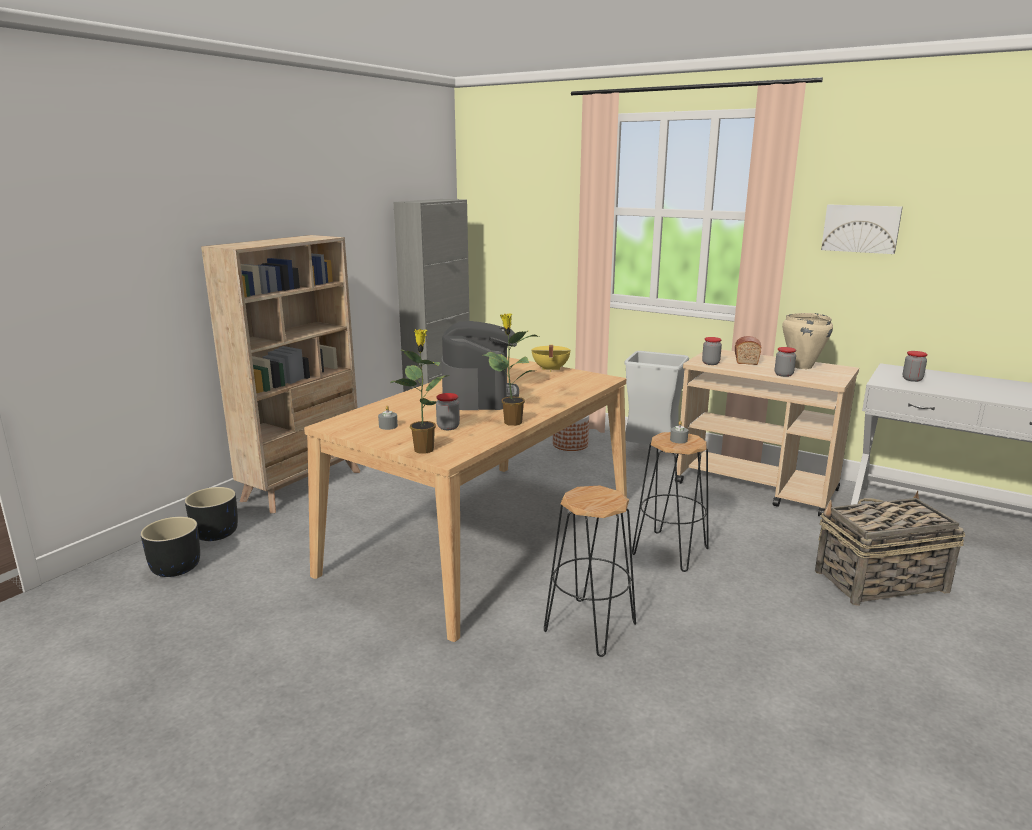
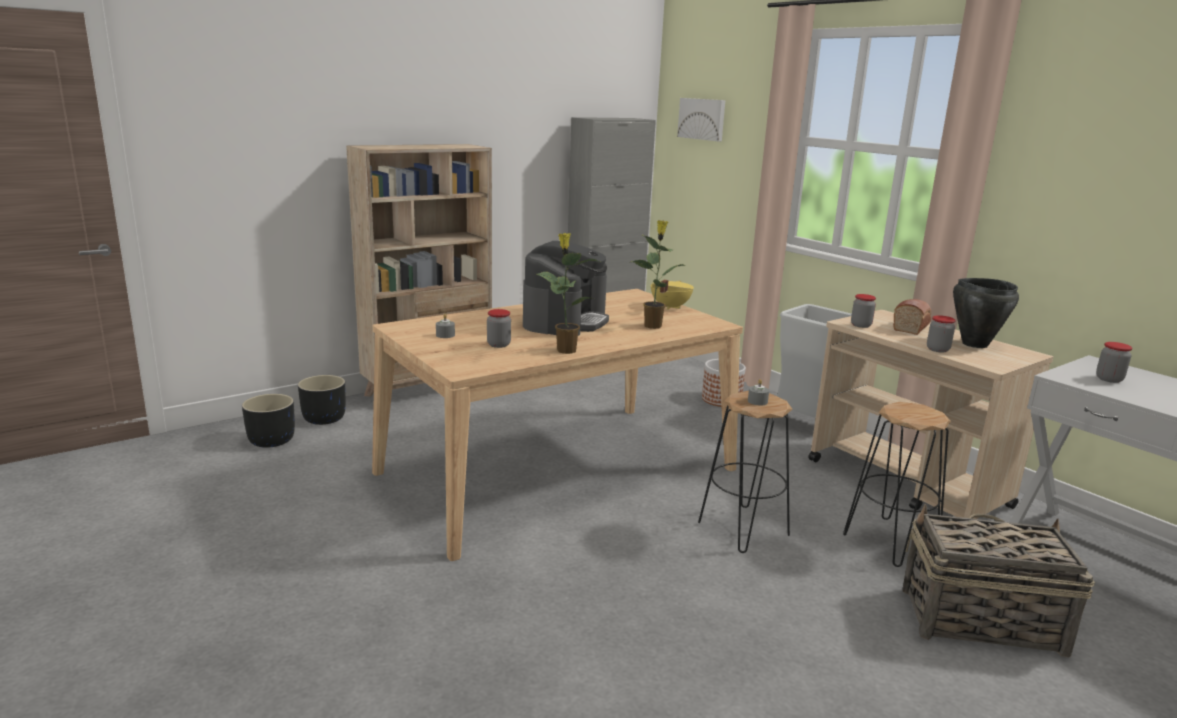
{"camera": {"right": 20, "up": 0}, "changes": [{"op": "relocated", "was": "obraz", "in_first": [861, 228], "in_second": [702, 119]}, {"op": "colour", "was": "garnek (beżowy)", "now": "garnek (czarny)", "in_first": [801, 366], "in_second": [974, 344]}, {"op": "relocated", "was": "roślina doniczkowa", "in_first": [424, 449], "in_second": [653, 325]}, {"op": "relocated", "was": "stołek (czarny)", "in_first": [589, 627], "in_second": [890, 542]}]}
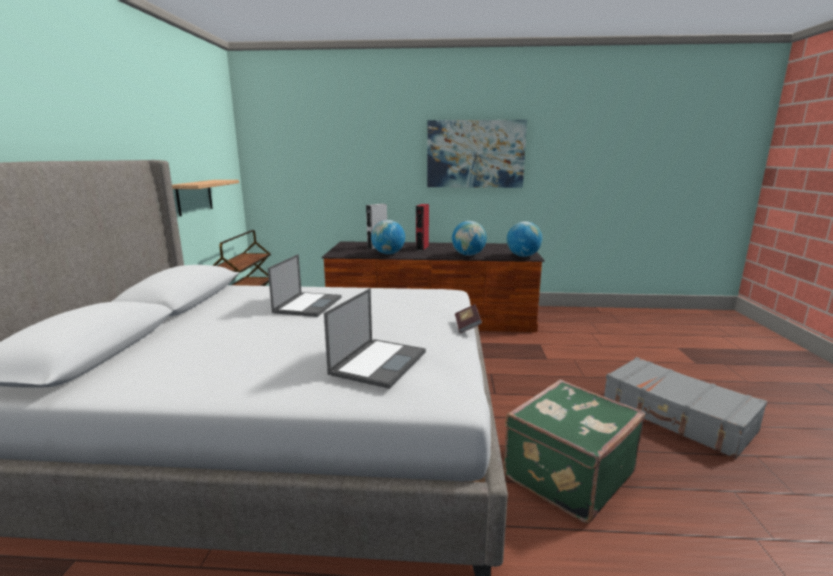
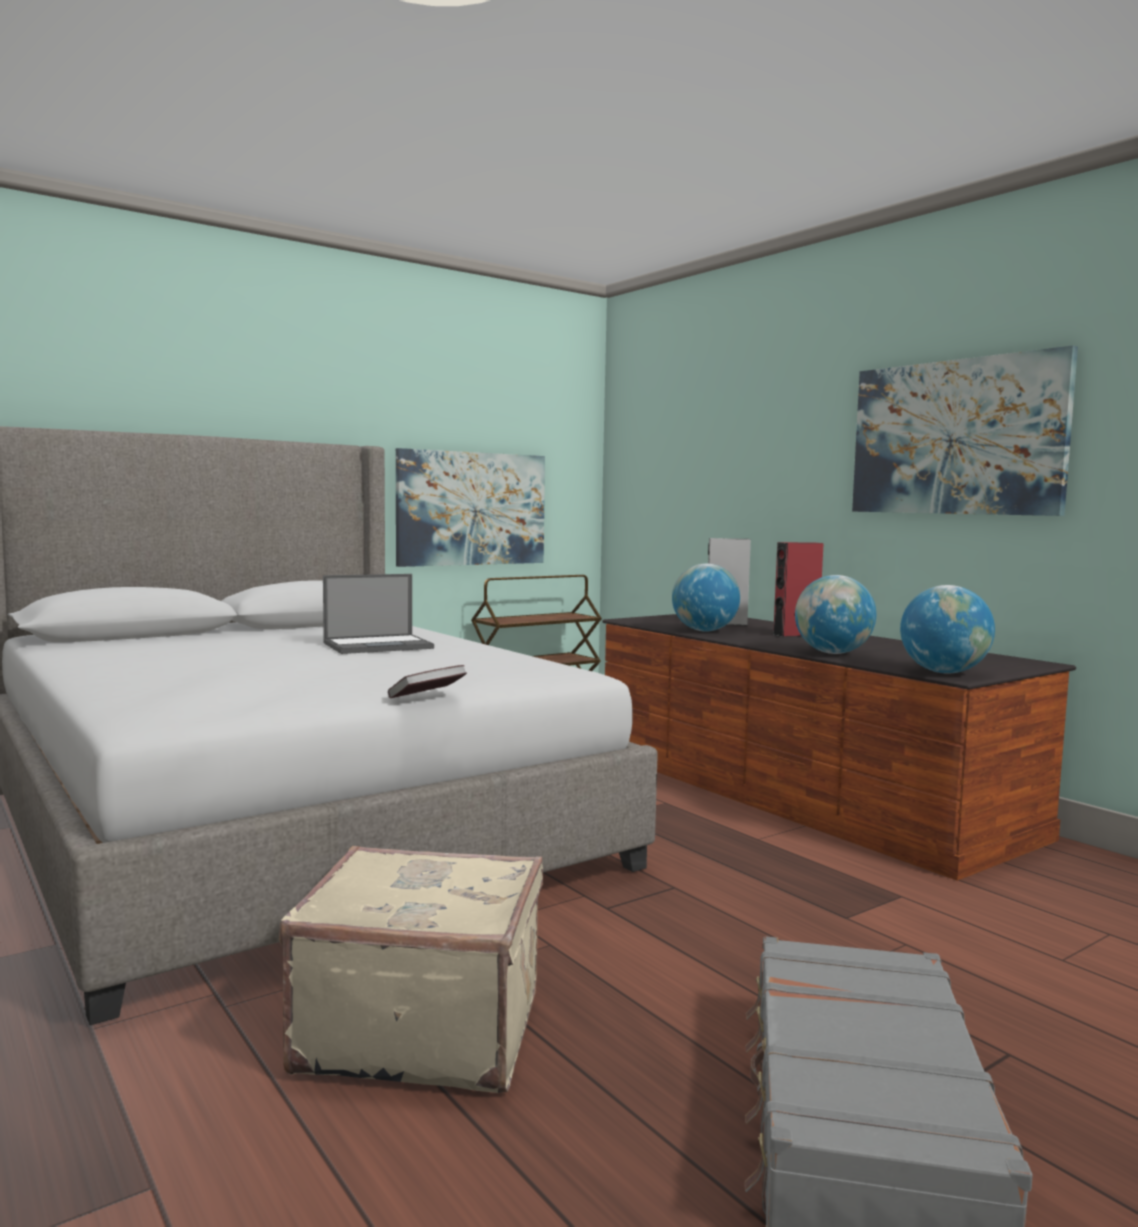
{"camera": {"right": 50, "up": -10}, "changes": [{"op": "exchanged", "was": "półka", "now": "obraz", "in_first": [194, 197], "in_second": [471, 508]}, {"op": "missing", "was": "laptop", "in_first": [379, 362]}, {"op": "colour", "was": "walizka (zielony)", "now": "walizka (beżowy)", "in_first": [566, 474], "in_second": [421, 1028]}]}
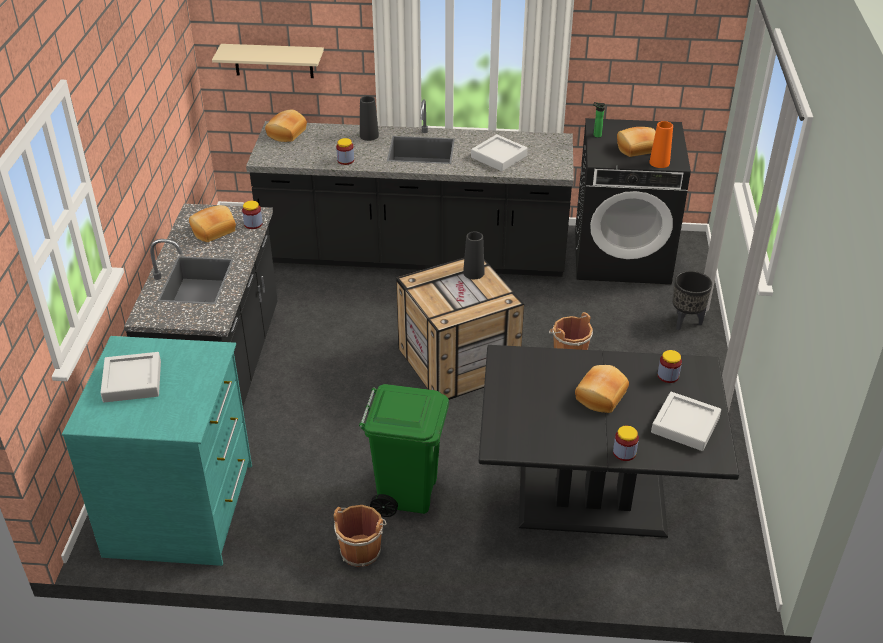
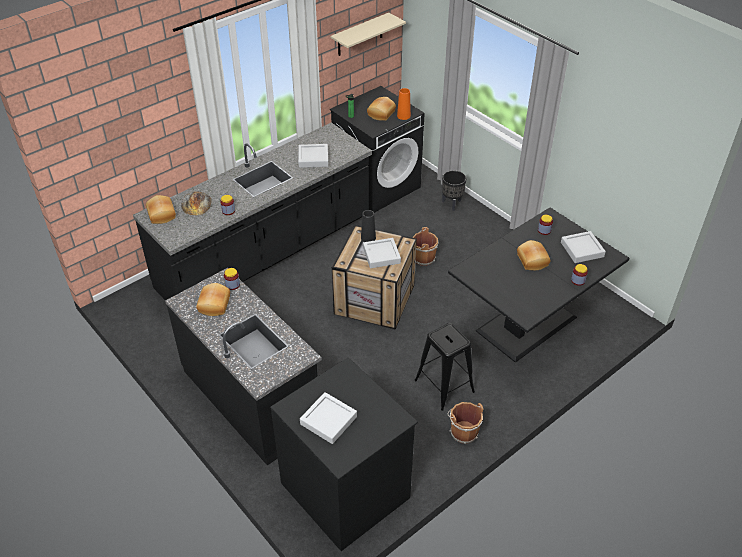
{"camera": {"right": -45, "up": 5}, "changes": [{"op": "relocated", "was": "półka (beżowy)", "in_first": [273, 61], "in_second": [360, 35]}, {"op": "missing", "was": "wazon (czarny)", "in_first": [369, 135]}, {"op": "colour", "was": "komoda (turkusowy)", "now": "komoda (czarny)", "in_first": [182, 510], "in_second": [346, 489]}, {"op": "exchanged", "was": "kosz na śmieci (zielony)", "now": "stołek (czarny)", "in_first": [407, 493], "in_second": [444, 386]}, {"op": "appeared", "now": "chleb", "in_second": [196, 203]}, {"op": "appeared", "now": "taca (szary)", "in_second": [381, 255]}]}
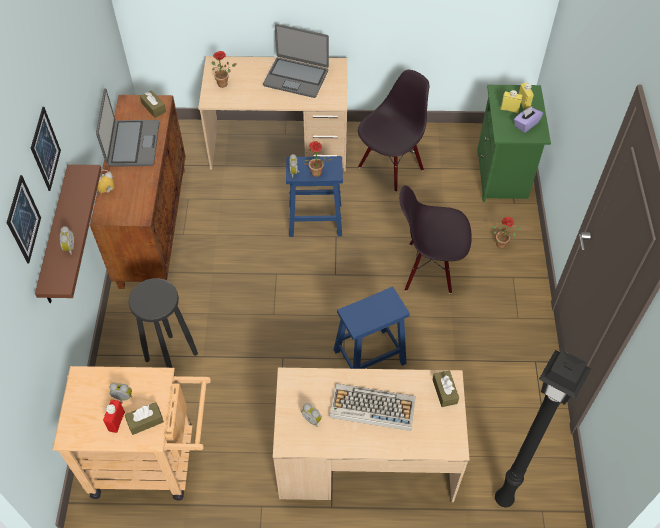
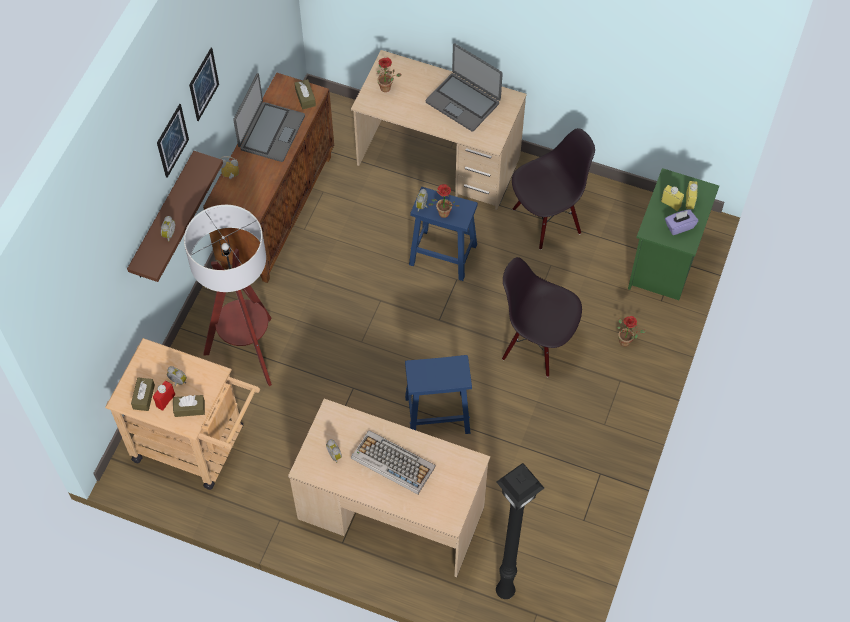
{"camera": {"right": 20, "up": 5}, "changes": [{"op": "relocated", "was": "obraz", "in_first": [23, 219], "in_second": [203, 84]}, {"op": "exchanged", "was": "stołek (czarny)", "now": "lampa stojąca", "in_first": [171, 356], "in_second": [248, 352]}, {"op": "relocated", "was": "pudełko chusteczek (brązowy)", "in_first": [444, 391], "in_second": [144, 397]}]}
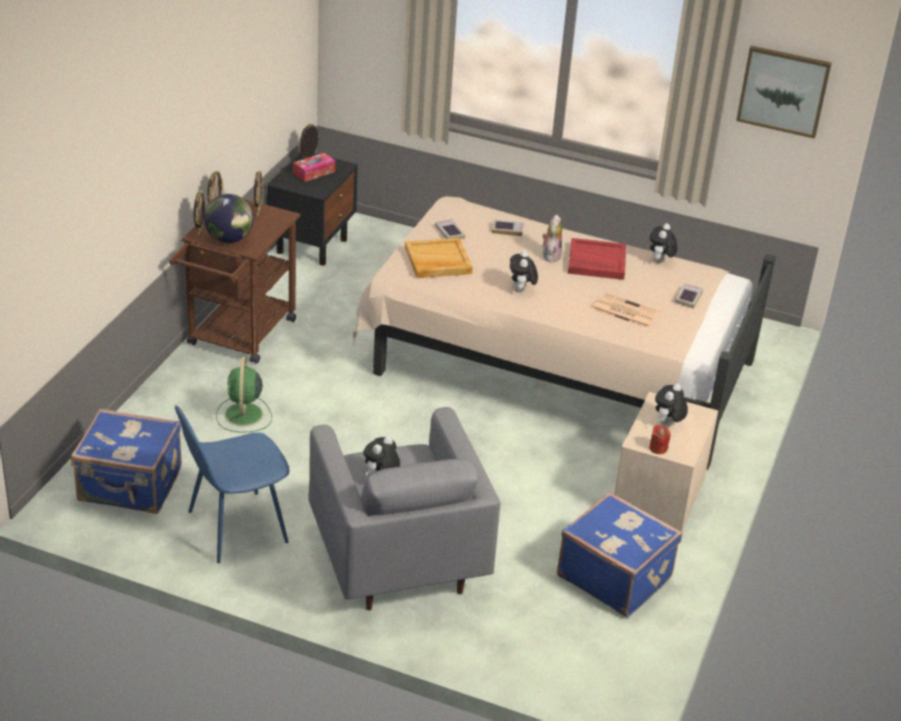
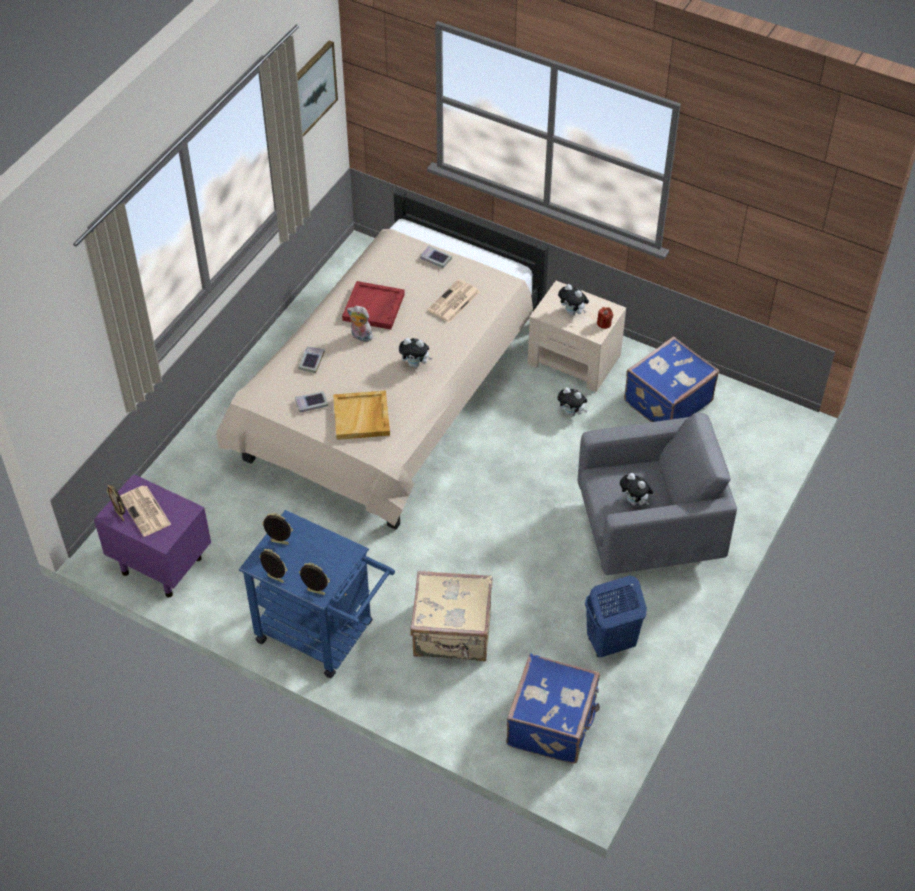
{"camera": {"right": -80, "up": 15}, "changes": [{"op": "colour", "was": "szafka nocna (czarny)", "now": "szafka nocna (fioletowy)", "in_first": [312, 245], "in_second": [160, 565]}, {"op": "exchanged", "was": "pudełko chusteczek", "now": "gazeta", "in_first": [314, 172], "in_second": [146, 511]}, {"op": "missing", "was": "globus", "in_first": [229, 239]}, {"op": "colour", "was": "wózek (brązowy)", "now": "wózek (niebieski)", "in_first": [237, 337], "in_second": [323, 635]}, {"op": "relocated", "was": "pluszak", "in_first": [660, 261], "in_second": [572, 413]}, {"op": "exchanged", "was": "wentylator (zielony)", "now": "walizka (beżowy)", "in_first": [243, 415], "in_second": [452, 633]}, {"op": "exchanged", "was": "krzesło (niebieski)", "now": "kosz na pranie (niebieski)", "in_first": [234, 528], "in_second": [610, 643]}]}
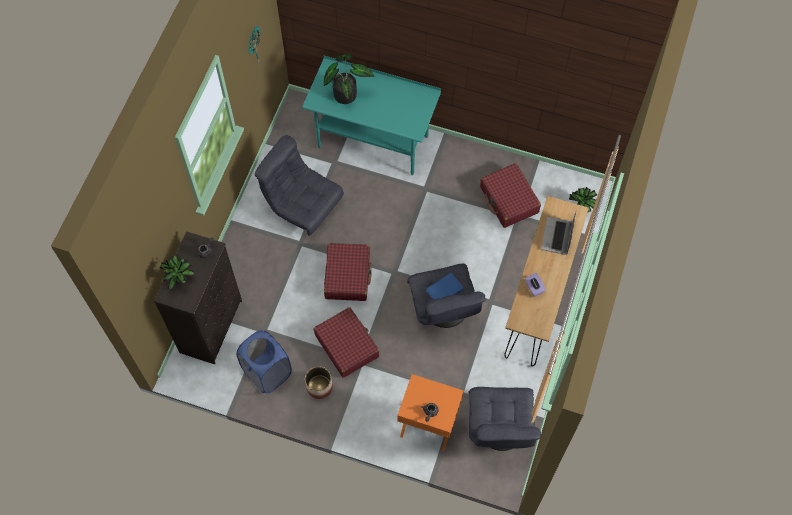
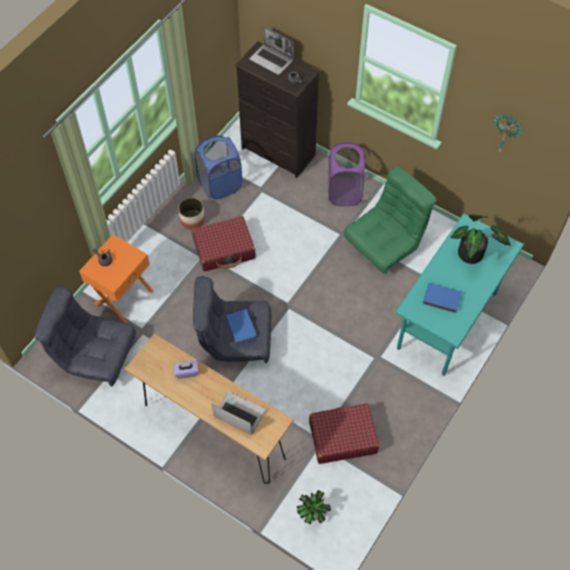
{"camera": {"right": 105, "up": -5}, "changes": [{"op": "colour", "was": "fotel (szary)", "now": "fotel (zielony)", "in_first": [302, 204], "in_second": [385, 243]}, {"op": "missing", "was": "walizka (czerwony)", "in_first": [347, 275]}, {"op": "exchanged", "was": "roślina doniczkowa", "now": "laptop", "in_first": [179, 279], "in_second": [272, 60]}, {"op": "appeared", "now": "kosz na pranie (fioletowy)", "in_second": [344, 192]}, {"op": "appeared", "now": "książka (niebieski)", "in_second": [441, 299]}]}
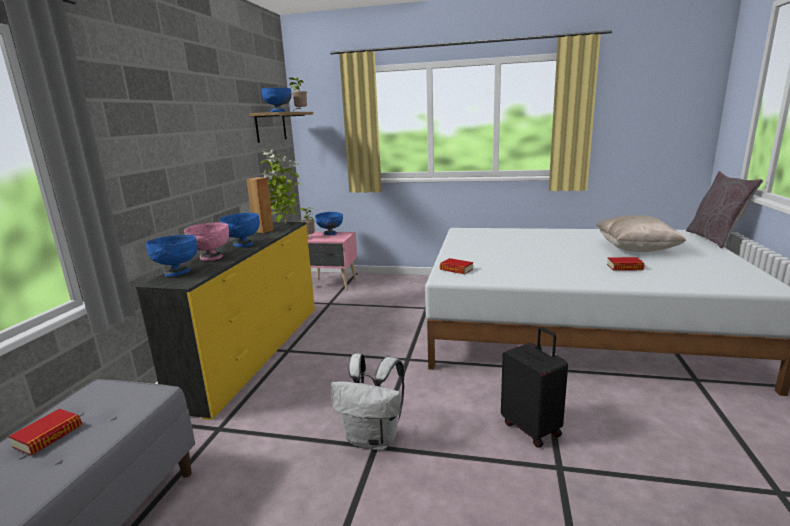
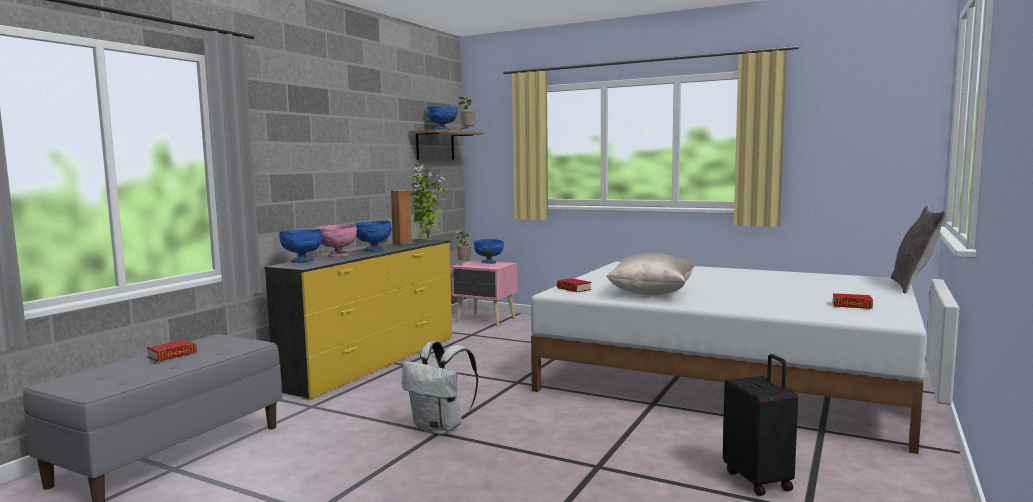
{"camera": {"right": 15, "up": -10}, "changes": [{"op": "relocated", "was": "poduszka (beżowy)", "in_first": [636, 249], "in_second": [651, 294]}, {"op": "relocated", "was": "książka", "in_first": [624, 267], "in_second": [852, 305]}, {"op": "relocated", "was": "walizka (czarny)", "in_first": [532, 428], "in_second": [759, 480]}]}
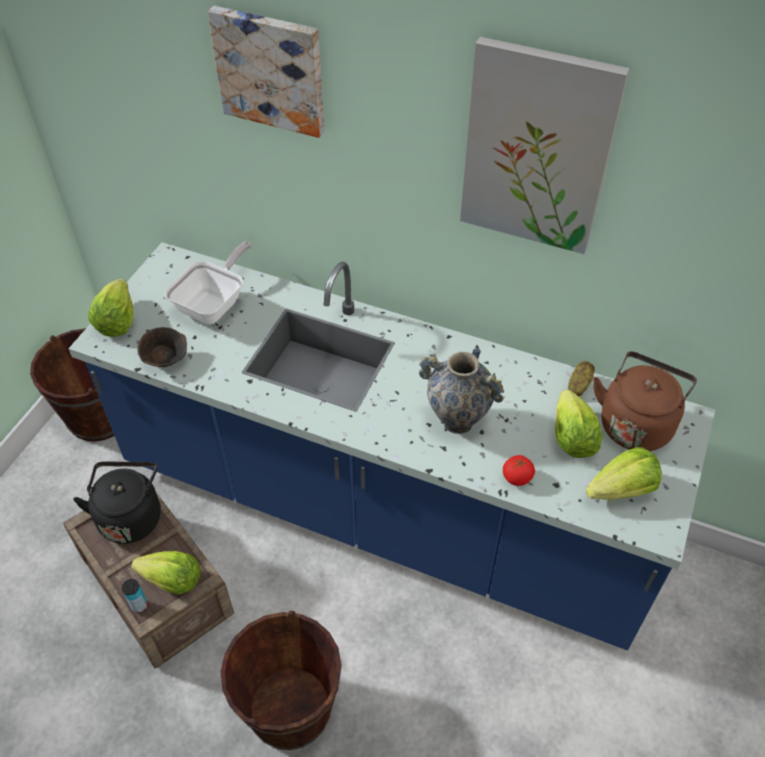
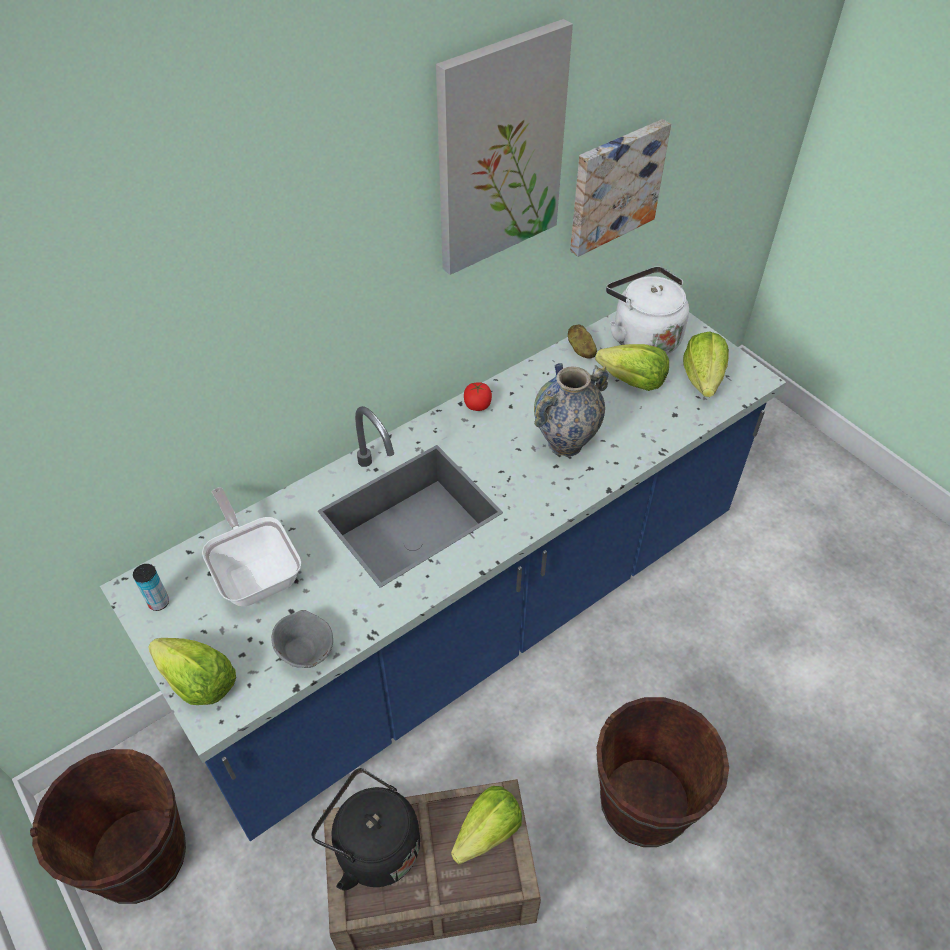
{"camera": {"right": -60, "up": 0}, "changes": [{"op": "relocated", "was": "obraz", "in_first": [271, 70], "in_second": [614, 186]}, {"op": "colour", "was": "miska (brązowy)", "now": "miska (szary)", "in_first": [166, 360], "in_second": [305, 652]}, {"op": "colour", "was": "czajnik (brązowy)", "now": "czajnik (biały)", "in_first": [636, 423], "in_second": [642, 337]}, {"op": "relocated", "was": "pomidor", "in_first": [517, 477], "in_second": [477, 405]}, {"op": "relocated", "was": "puszka", "in_first": [139, 605], "in_second": [159, 602]}]}
